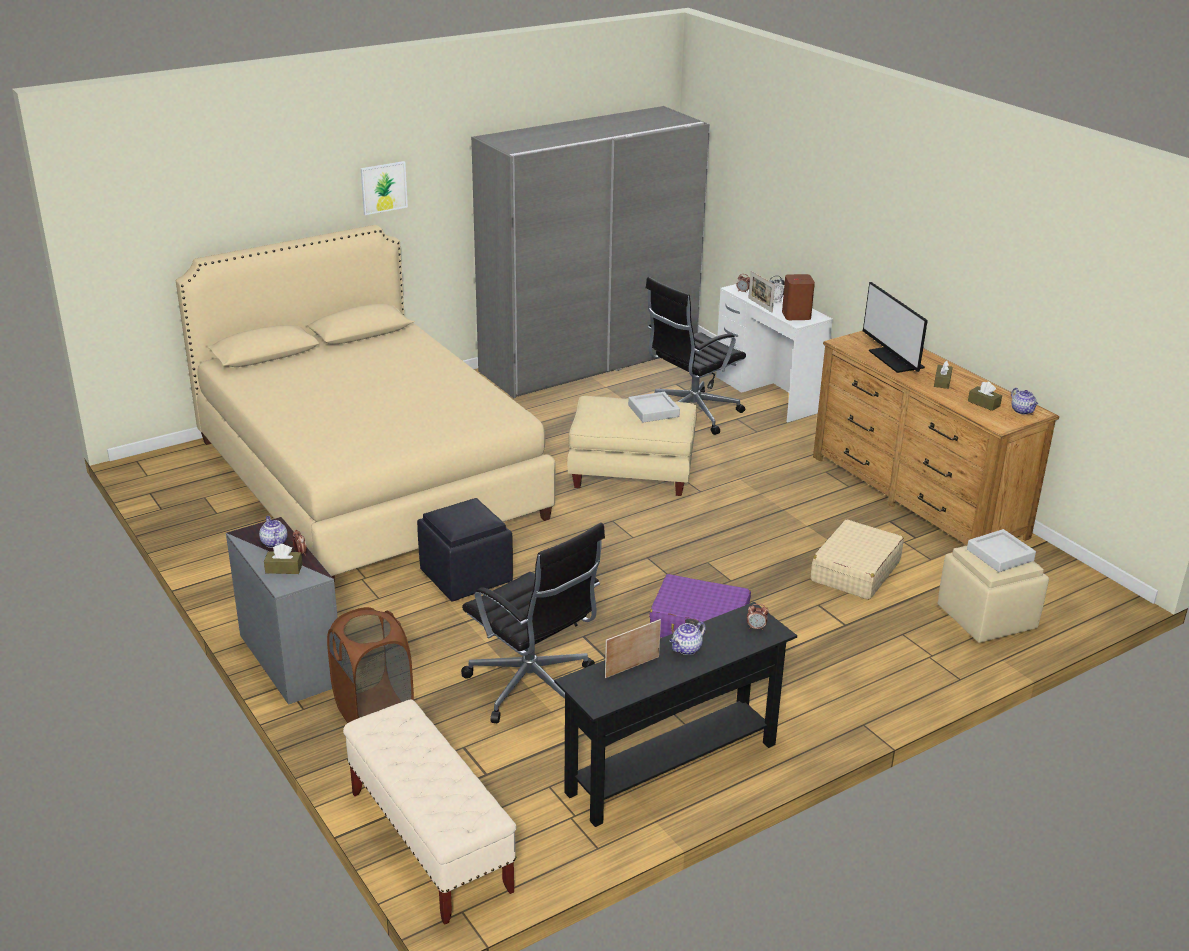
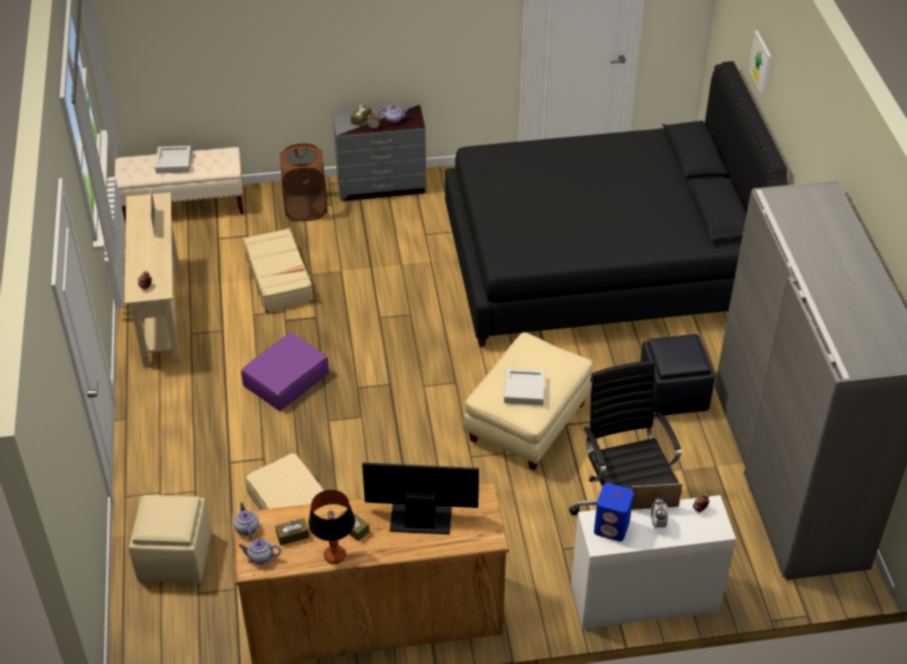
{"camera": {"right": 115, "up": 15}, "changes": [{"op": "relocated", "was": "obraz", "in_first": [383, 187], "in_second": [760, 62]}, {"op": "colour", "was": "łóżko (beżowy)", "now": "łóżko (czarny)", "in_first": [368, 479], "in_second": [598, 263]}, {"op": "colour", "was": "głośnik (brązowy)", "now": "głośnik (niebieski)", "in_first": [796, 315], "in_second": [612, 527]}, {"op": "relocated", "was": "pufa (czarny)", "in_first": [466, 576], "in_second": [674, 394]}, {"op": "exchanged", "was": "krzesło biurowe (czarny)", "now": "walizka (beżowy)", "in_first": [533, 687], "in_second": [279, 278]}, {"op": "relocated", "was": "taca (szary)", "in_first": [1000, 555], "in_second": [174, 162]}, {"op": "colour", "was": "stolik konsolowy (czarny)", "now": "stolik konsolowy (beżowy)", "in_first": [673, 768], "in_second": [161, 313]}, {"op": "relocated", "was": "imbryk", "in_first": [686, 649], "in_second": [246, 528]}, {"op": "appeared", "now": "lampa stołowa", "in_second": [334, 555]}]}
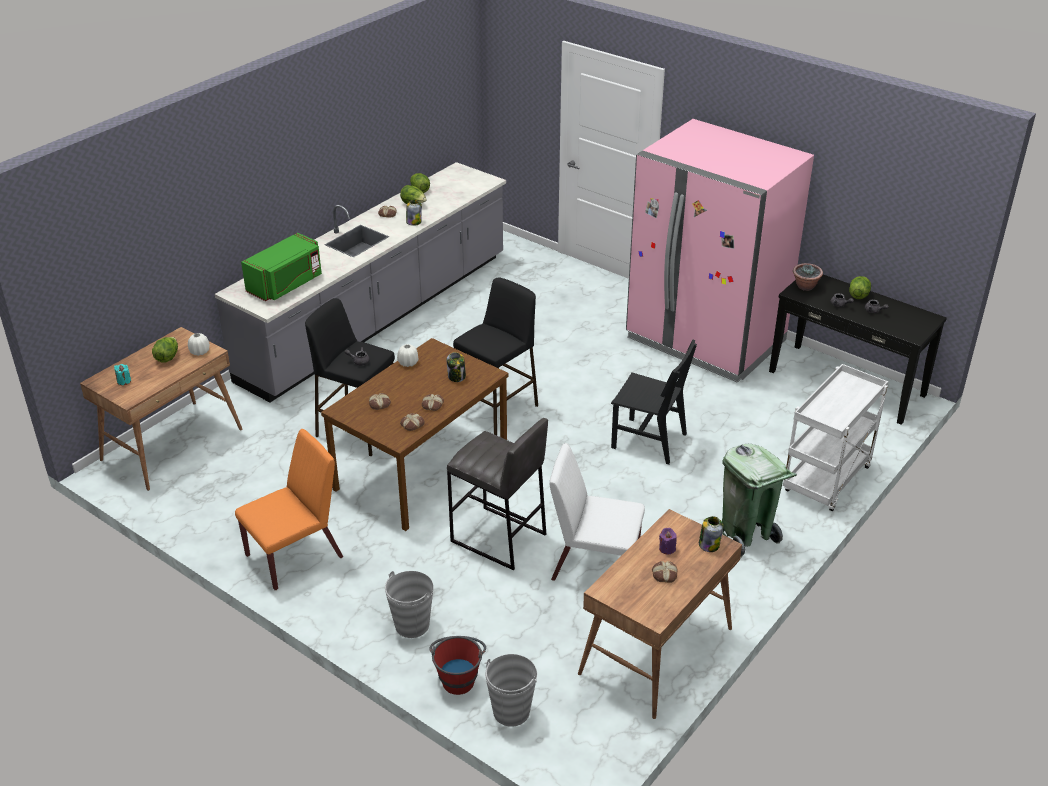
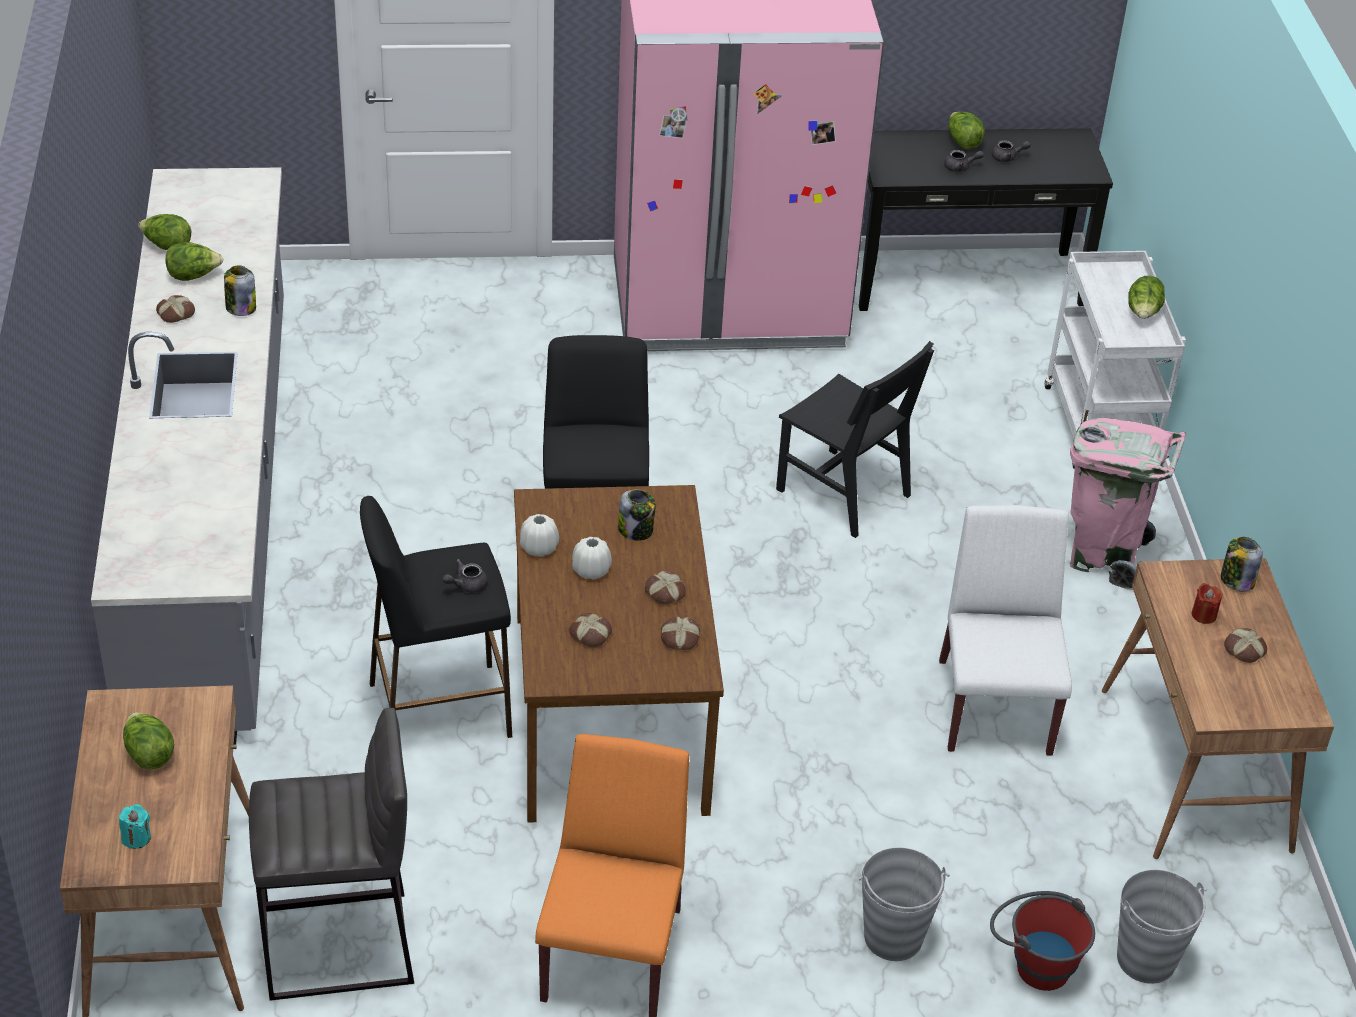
{"camera": {"right": -45, "up": 5}, "changes": [{"op": "missing", "was": "mikrofalówka (zielony)", "in_first": [286, 284]}, {"op": "missing", "was": "roślina doniczkowa", "in_first": [805, 286]}, {"op": "relocated", "was": "wazon (biały)", "in_first": [200, 352], "in_second": [591, 570]}, {"op": "spun", "was": "krzesło (czarny)", "in_first": [649, 441], "in_second": [843, 493], "clockwise": 60}, {"op": "relocated", "was": "stołek (szary)", "in_first": [498, 538], "in_second": [340, 947]}, {"op": "spun", "was": "krzesło (biały)", "in_first": [594, 565], "in_second": [994, 705], "clockwise": 120}, {"op": "colour", "was": "kosz na śmieci (zielony)", "now": "kosz na śmieci (różowy)", "in_first": [746, 535], "in_second": [1104, 555]}, {"op": "colour", "was": "świeca (fioletowy)", "now": "świeca (czerwony)", "in_first": [667, 548], "in_second": [1204, 615]}, {"op": "appeared", "now": "sałata", "in_second": [1143, 313]}]}
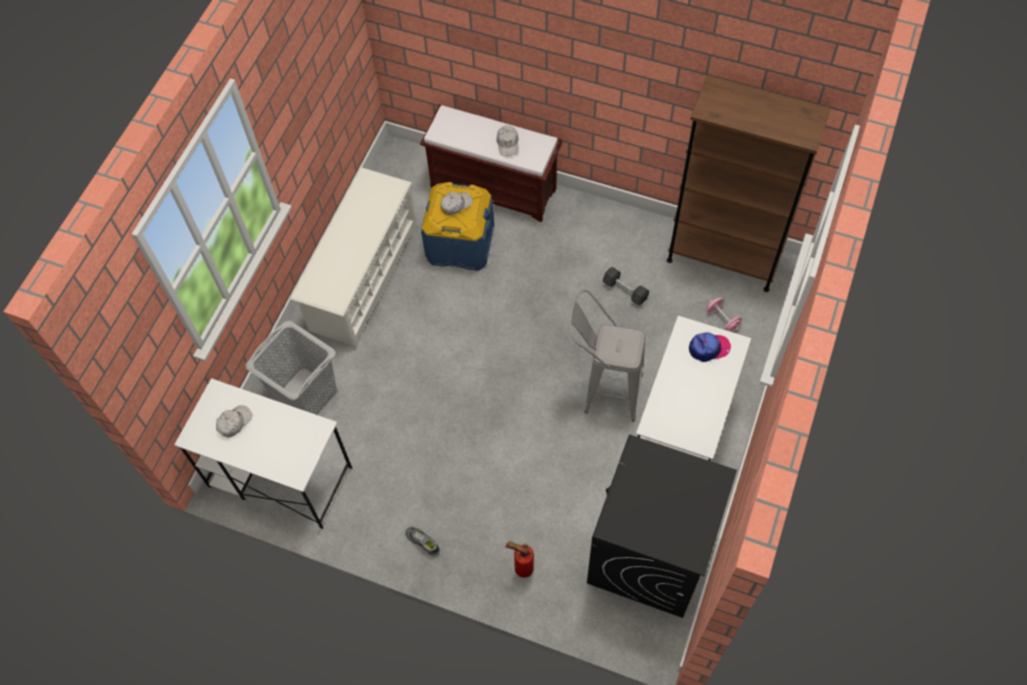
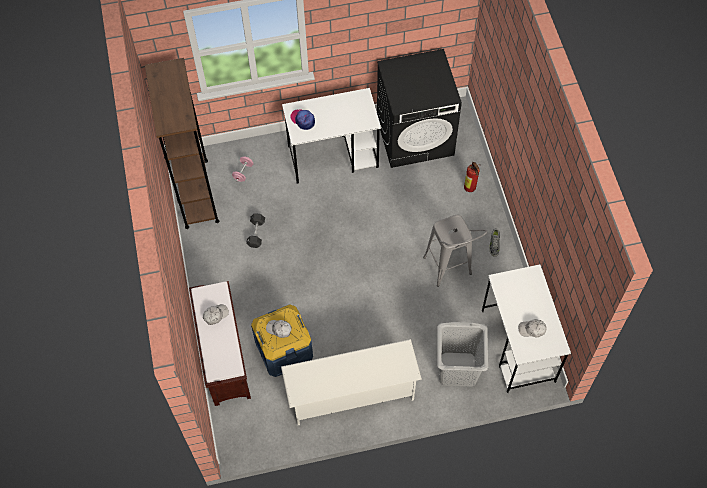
{"camera": {"right": -125, "up": 0}, "changes": [{"op": "relocated", "was": "stołek (szary)", "in_first": [602, 391], "in_second": [450, 272]}]}
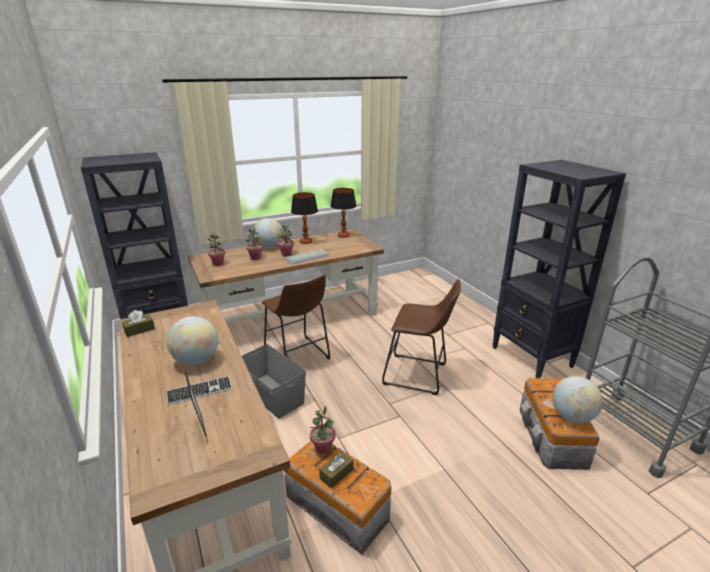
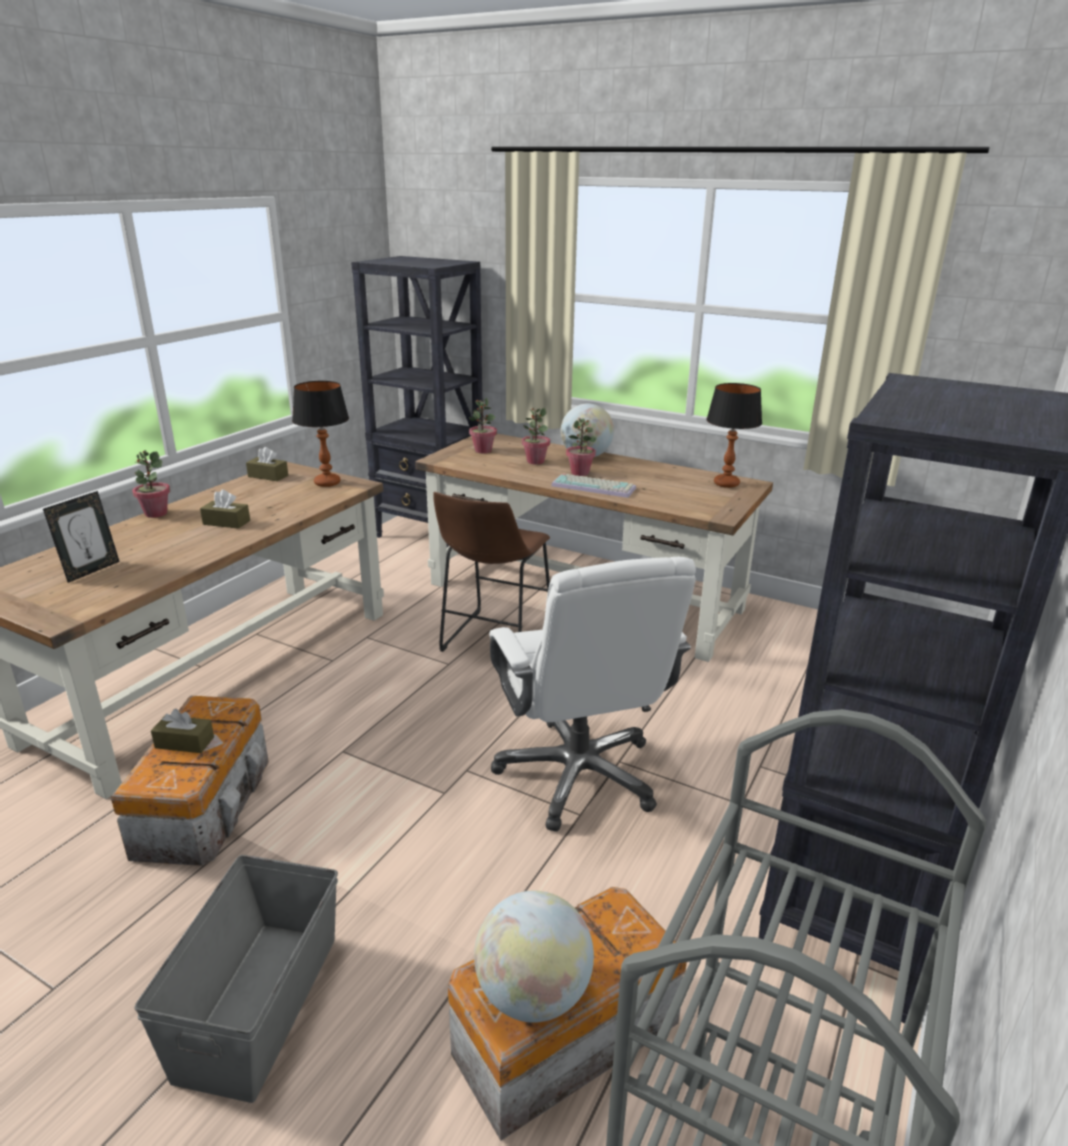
{"camera": {"right": 55, "up": 0}, "changes": [{"op": "relocated", "was": "lampa stołowa", "in_first": [306, 242], "in_second": [327, 483]}, {"op": "exchanged", "was": "stołek (brązowy)", "now": "krzesło biurowe (biały)", "in_first": [419, 375], "in_second": [579, 775]}, {"op": "exchanged", "was": "globus", "now": "pudełko chusteczek (brązowy)", "in_first": [196, 360], "in_second": [226, 522]}, {"op": "relocated", "was": "pojemnik do przechowywania (szary)", "in_first": [272, 395], "in_second": [257, 1005]}, {"op": "missing", "was": "klawiatura", "in_first": [199, 391]}, {"op": "relocated", "was": "roślina doniczkowa", "in_first": [323, 448], "in_second": [156, 513]}]}
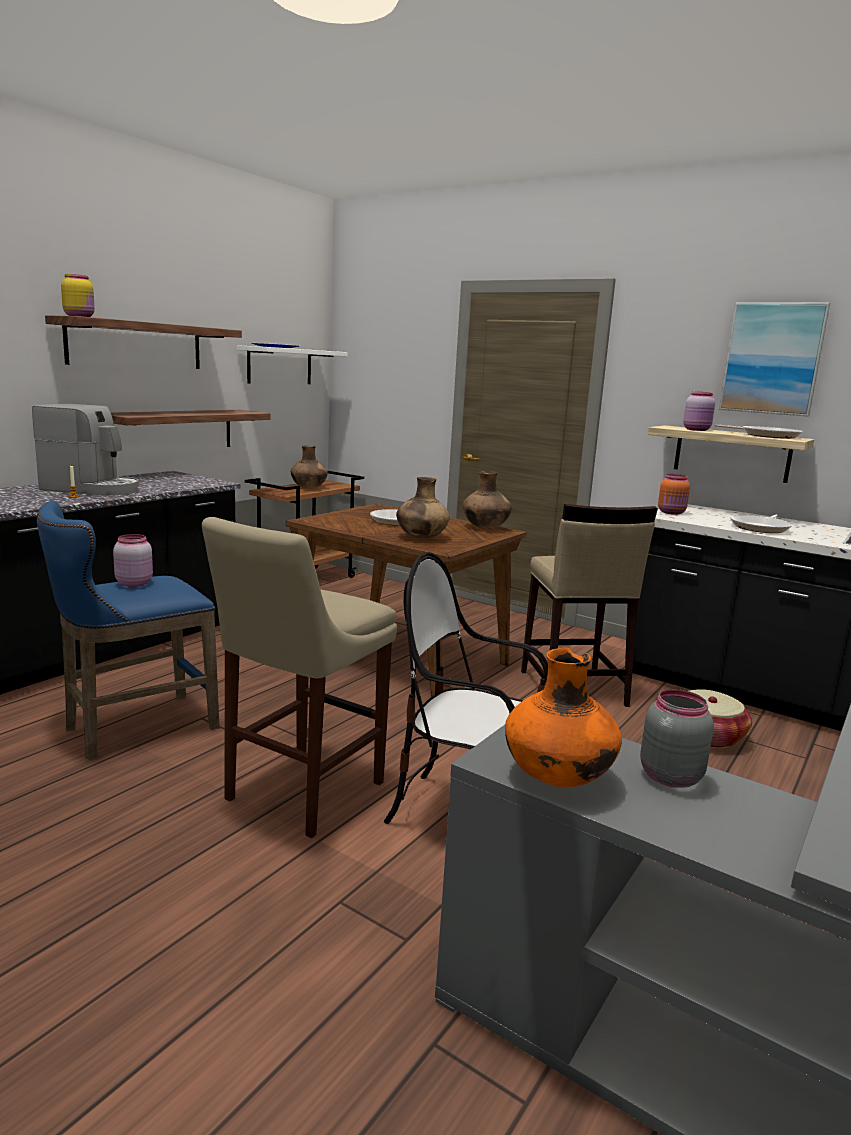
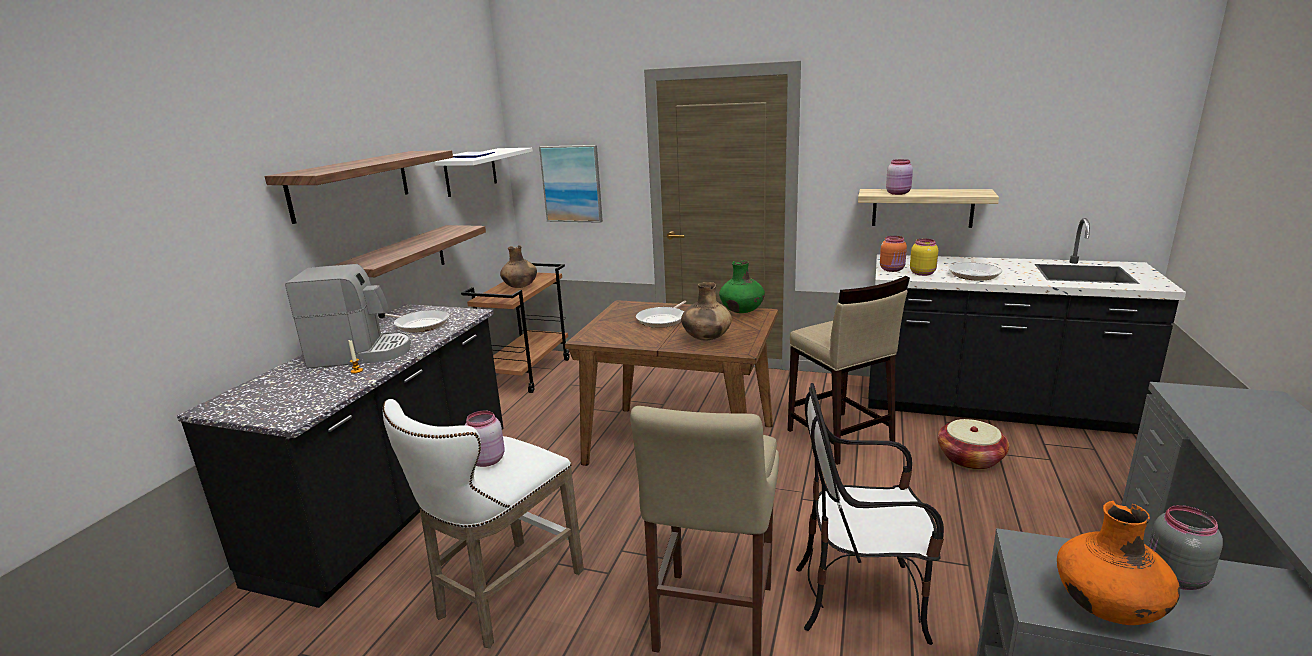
{"camera": {"right": -15, "up": 5}, "changes": [{"op": "relocated", "was": "słoik (żółty)", "in_first": [80, 316], "in_second": [922, 273]}, {"op": "relocated", "was": "obraz", "in_first": [772, 359], "in_second": [572, 184]}, {"op": "relocated", "was": "patelnia", "in_first": [767, 436], "in_second": [420, 324]}, {"op": "colour", "was": "wazon (brązowy)", "now": "wazon (zielony)", "in_first": [485, 527], "in_second": [742, 311]}, {"op": "colour", "was": "stołek (niebieski)", "now": "stołek (biały)", "in_first": [133, 728], "in_second": [502, 596]}]}
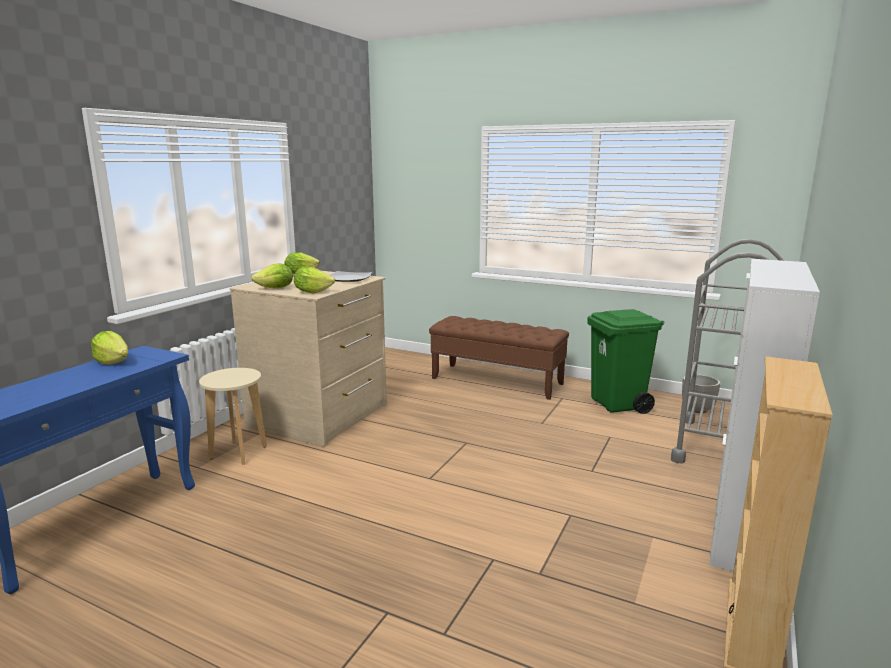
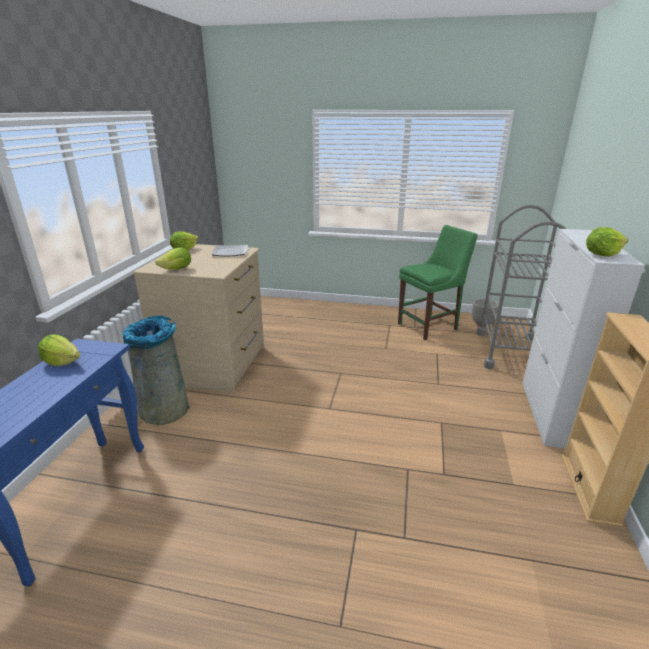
{"camera": {"right": -15, "up": 10}, "changes": [{"op": "relocated", "was": "sałata", "in_first": [312, 292], "in_second": [602, 255]}, {"op": "exchanged", "was": "kosz na śmieci (zielony)", "now": "krzesło (zielony)", "in_first": [618, 405], "in_second": [430, 326]}, {"op": "missing", "was": "ławka (brązowy)", "in_first": [497, 381]}, {"op": "exchanged", "was": "stołek (beżowy)", "now": "kosz na śmieci (szary)", "in_first": [238, 452], "in_second": [164, 409]}]}
